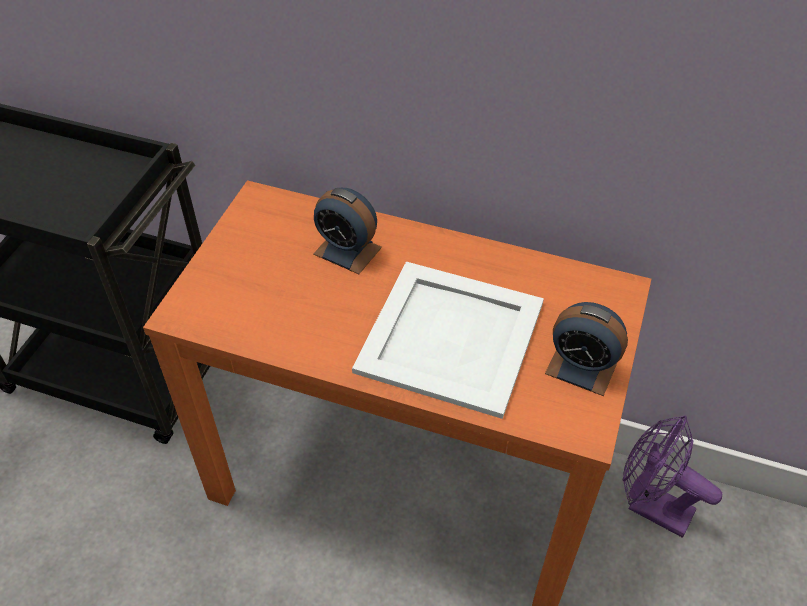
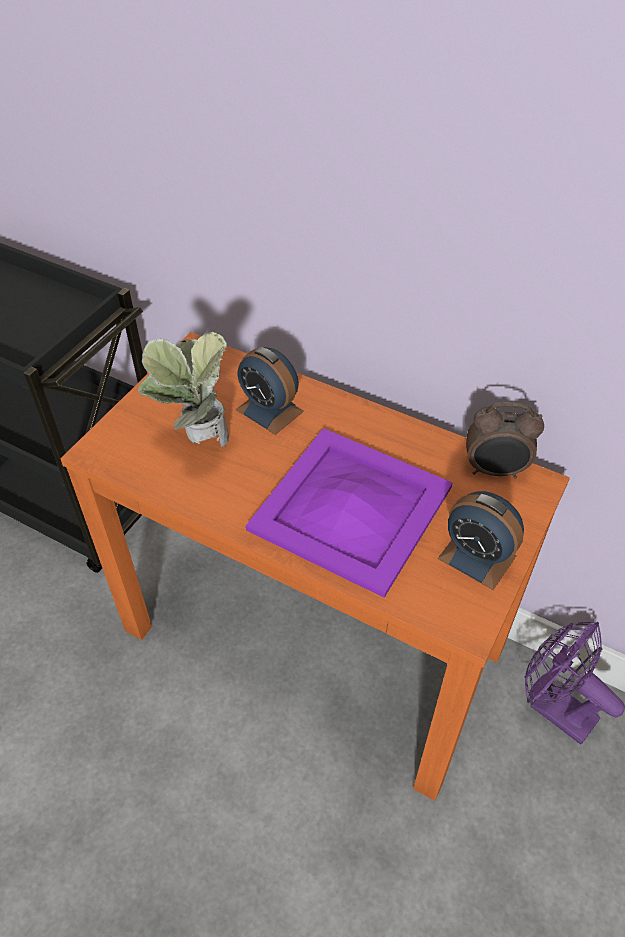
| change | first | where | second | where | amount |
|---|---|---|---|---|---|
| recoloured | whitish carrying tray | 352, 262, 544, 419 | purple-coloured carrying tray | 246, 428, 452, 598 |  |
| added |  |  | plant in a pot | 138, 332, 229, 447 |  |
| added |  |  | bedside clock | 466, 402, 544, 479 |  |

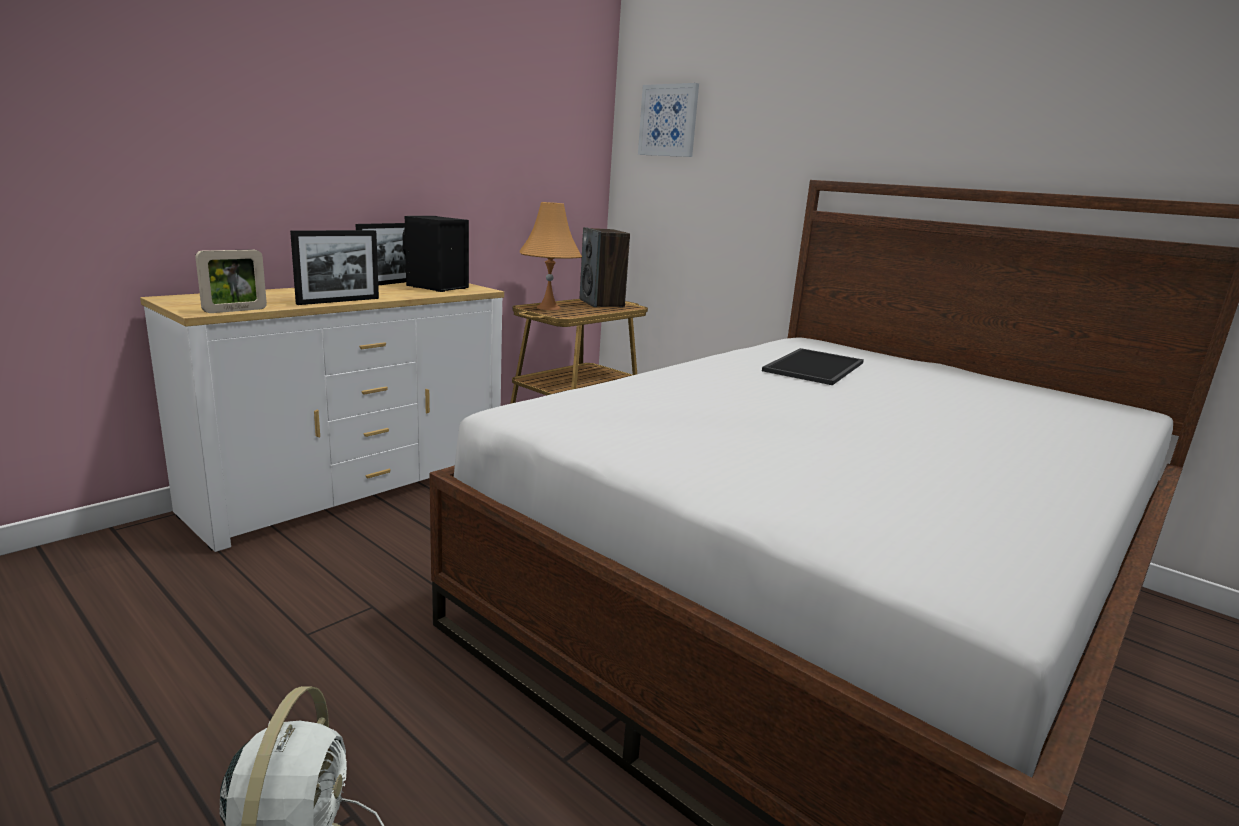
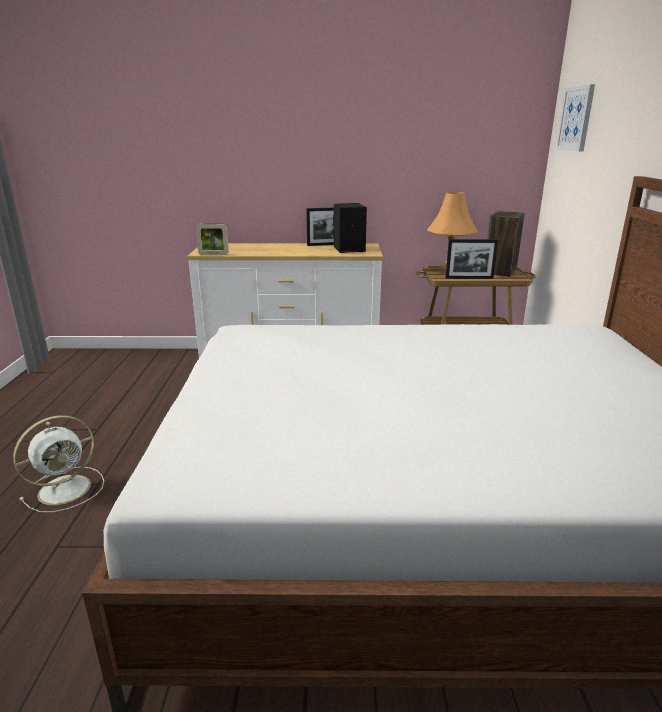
| change | first | where | second | where | amount |
|---|---|---|---|---|---|
| moved | standing frame | 290, 230, 379, 305 |  | 445, 239, 498, 279 |  |
| removed | carrying tray | 762, 348, 864, 385 |  |  |  |

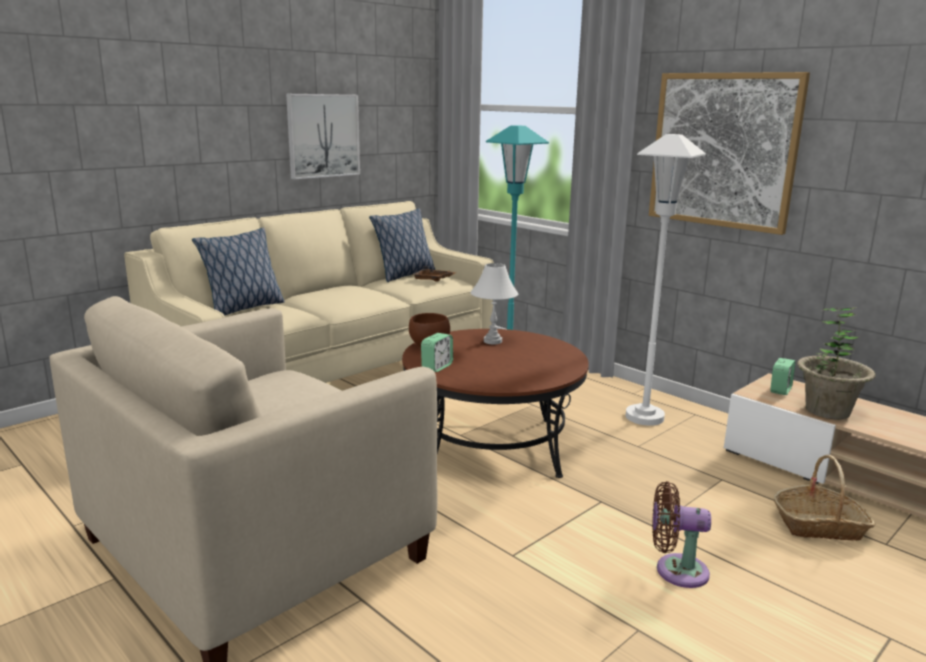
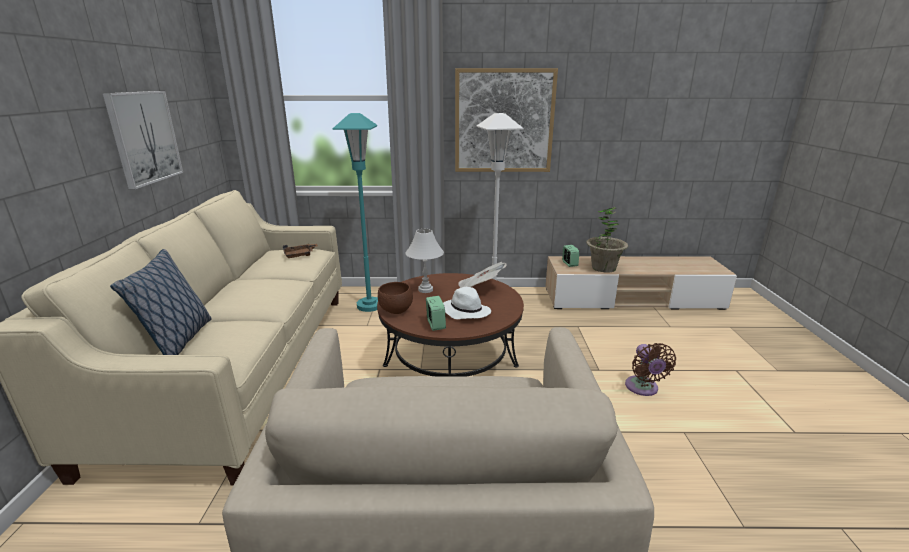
| change | first | where | second | where | amount |
|---|---|---|---|---|---|
| removed | throw pillow | 369, 208, 435, 282 |  |  |  |
| removed | basket | 774, 455, 876, 541 |  |  |  |
| turned | brown fan | 652, 481, 711, 588 |  | 625, 343, 676, 396 | 60 degrees counterclockwise |
| added |  |  | daily paper | 458, 262, 506, 288 |  |
| added |  |  | whitish wearable hat | 443, 287, 491, 319 |  |

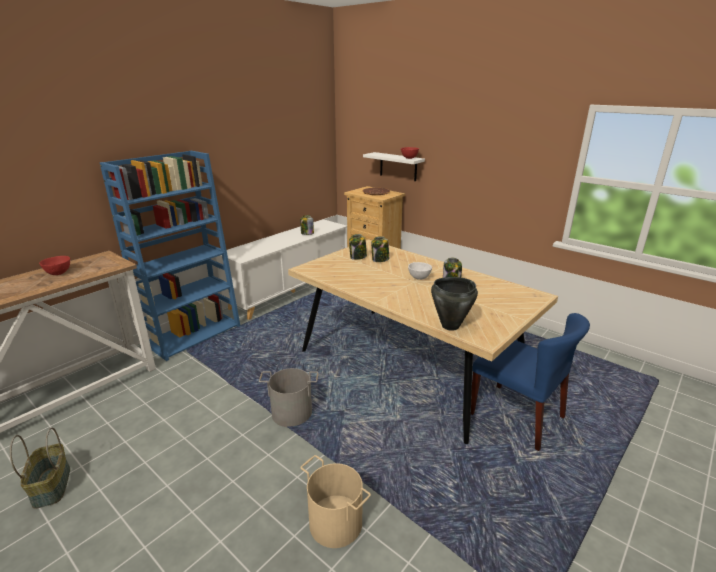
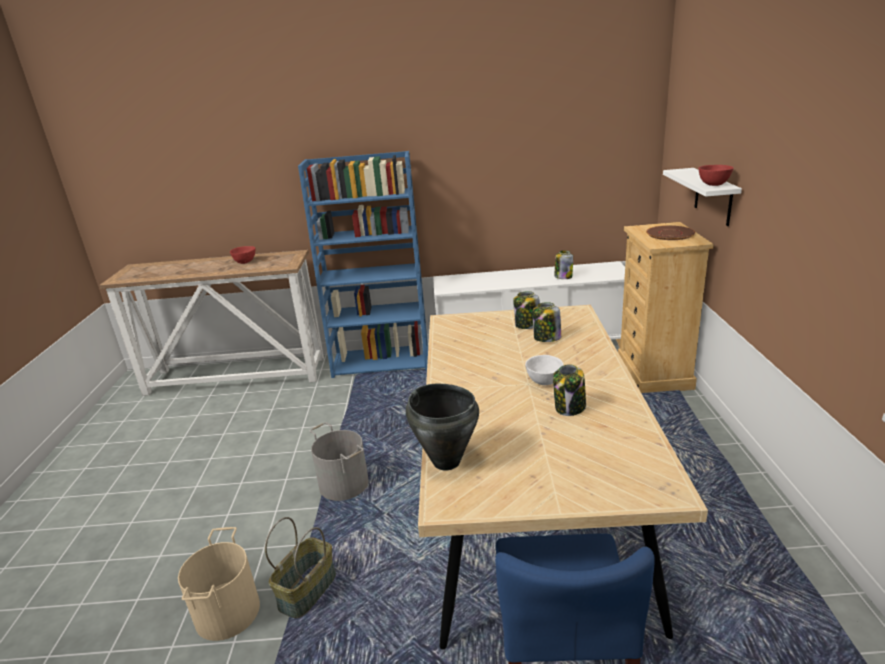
| change | first | where | second | where | amount |
|---|---|---|---|---|---|
| moved | basket | 10, 427, 70, 509 |  | 265, 517, 336, 618 |  |

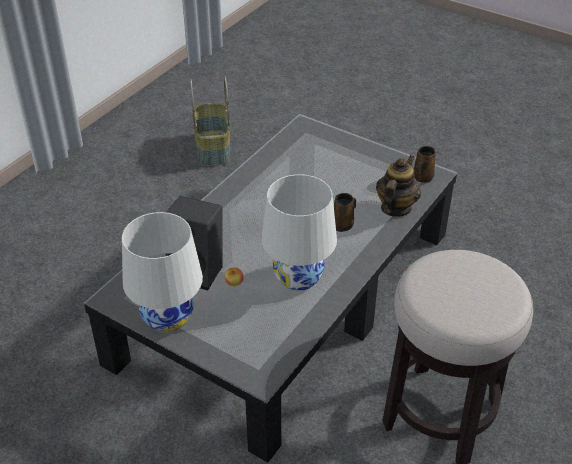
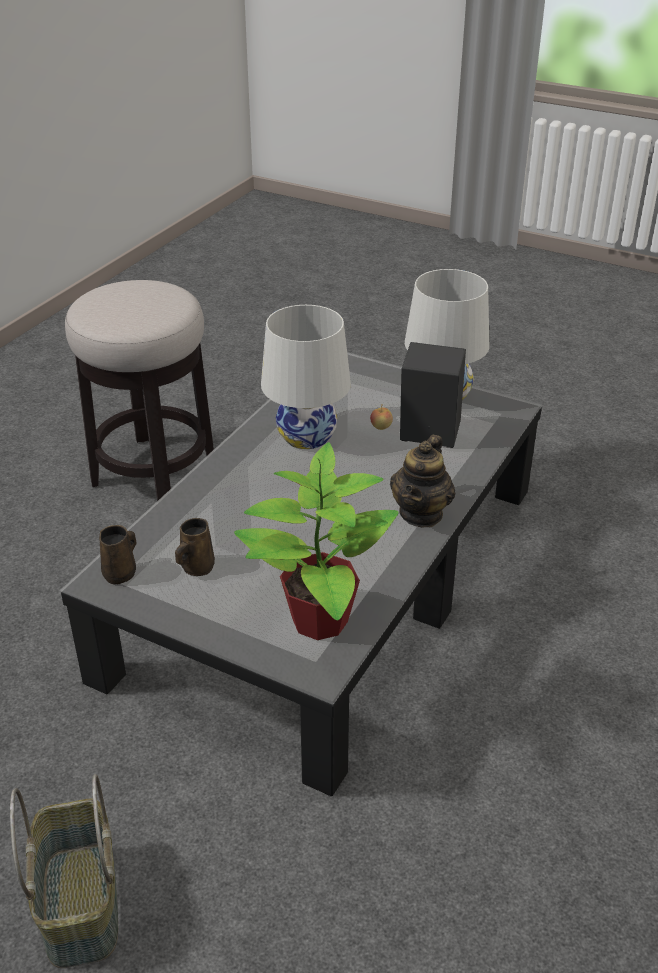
| change | first | where | second | where | amount |
|---|---|---|---|---|---|
| moved | basket | 190, 76, 231, 166 |  | 10, 774, 118, 968 |  |
| moved | pot for tea | 376, 155, 421, 217 |  | 390, 435, 455, 527 |  |
| moved | brown tea mug | 334, 193, 356, 232 |  | 175, 518, 215, 576 |  |
| added |  |  | plant in a pot | 234, 442, 399, 640 |  |

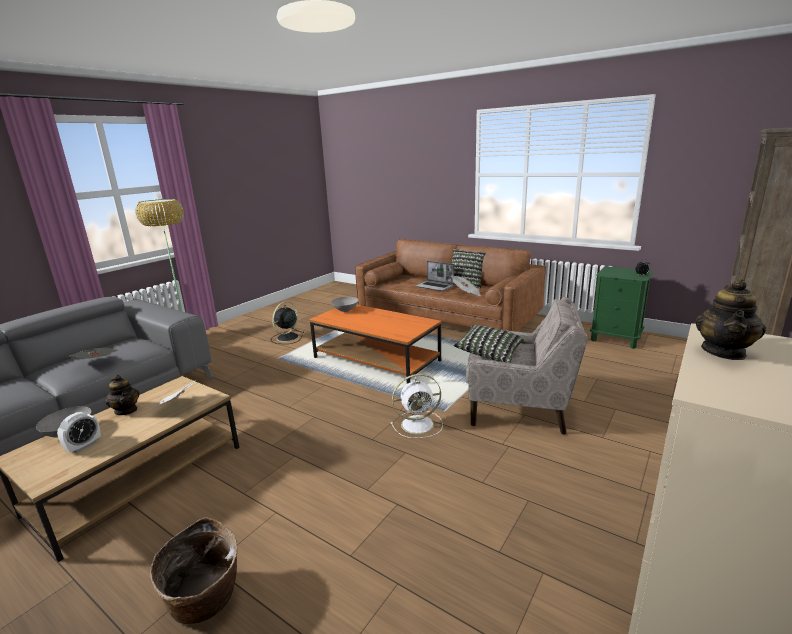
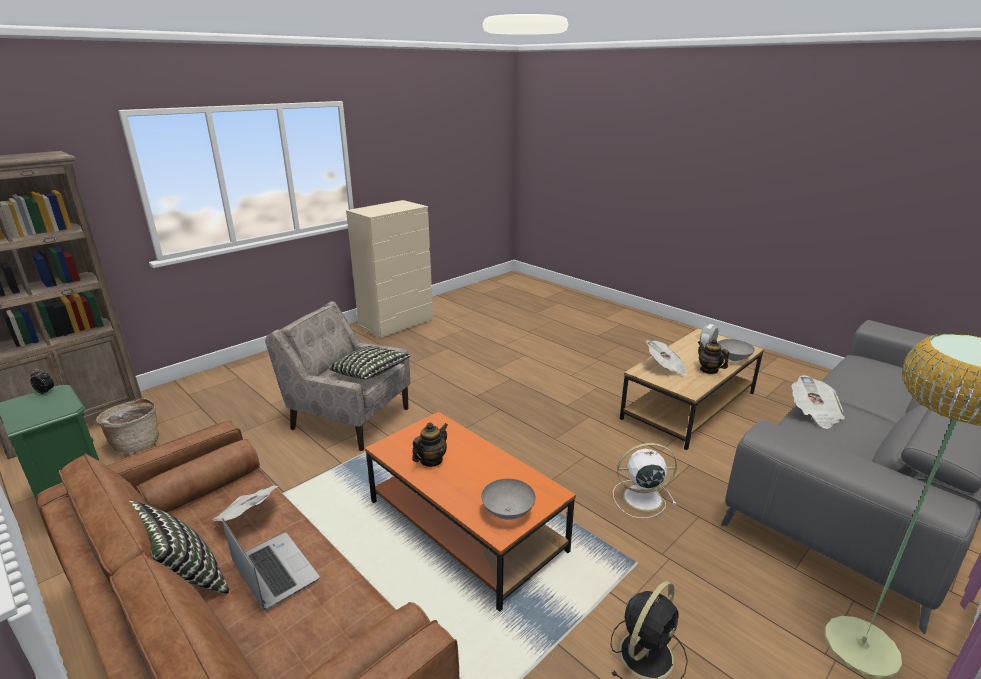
| change | first | where | second | where | amount |
|---|---|---|---|---|---|
| moved | pot for tea | 695, 279, 766, 360 |  | 412, 423, 448, 467 |  |
| moved | whitish fan | 391, 374, 443, 439 |  | 613, 443, 677, 519 |  |
| moved | basket | 150, 517, 237, 624 |  | 96, 397, 159, 453 |  |

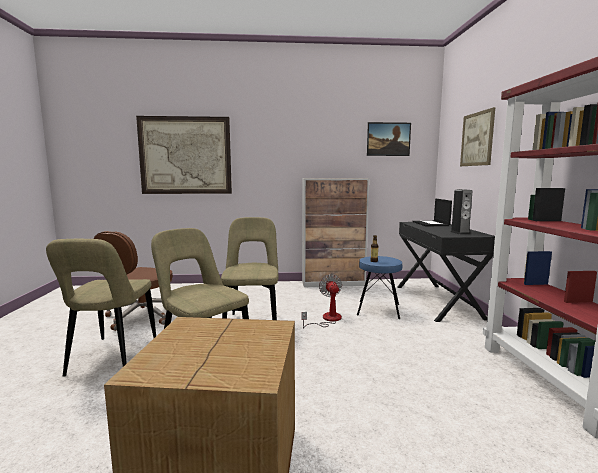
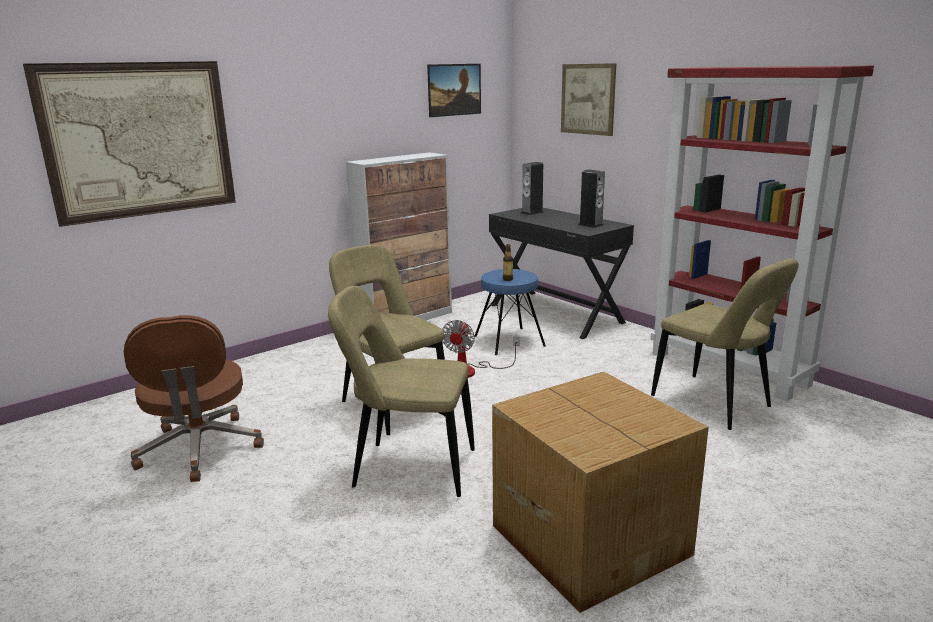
| change | first | where | second | where | amount |
|---|---|---|---|---|---|
| replaced | laptop | 412, 199, 452, 226 | loudspeaker | 521, 162, 544, 215 |  |
| moved | beige plain chair | 46, 239, 156, 377 |  | 651, 258, 799, 430 |  |
| turned | fan | 301, 274, 342, 329 |  | 442, 320, 520, 378 | 120 degrees counterclockwise |

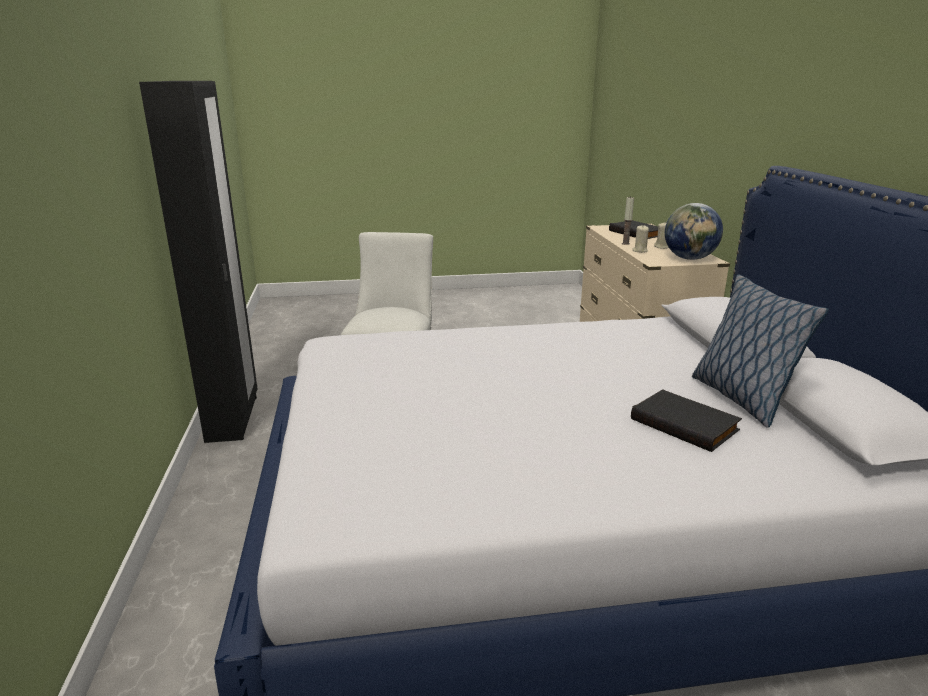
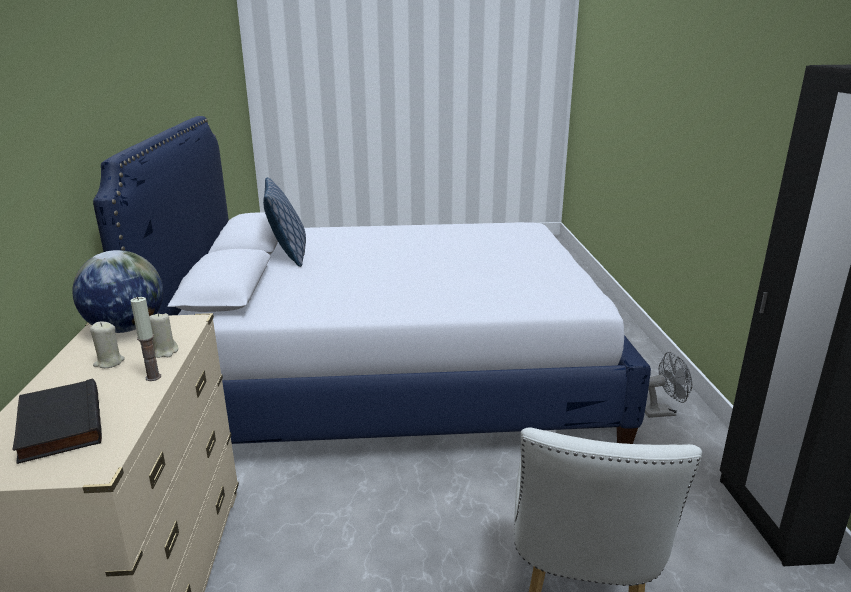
| change | first | where | second | where | amount |
|---|---|---|---|---|---|
| removed | black-coloured book | 631, 389, 742, 452 |  |  |  |
| added |  |  | greyish fan | 645, 352, 692, 418 |  |

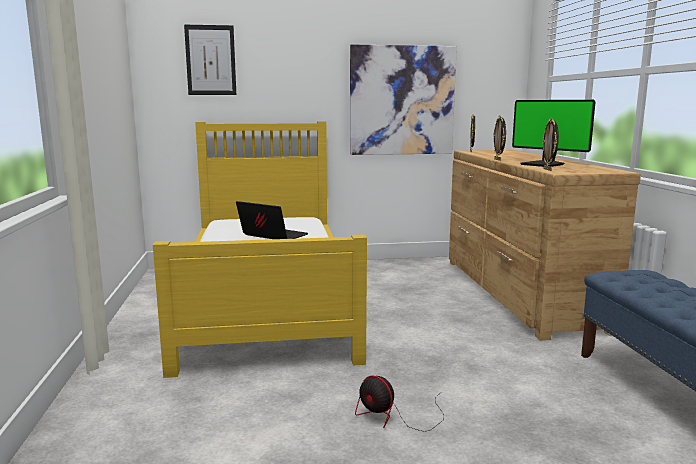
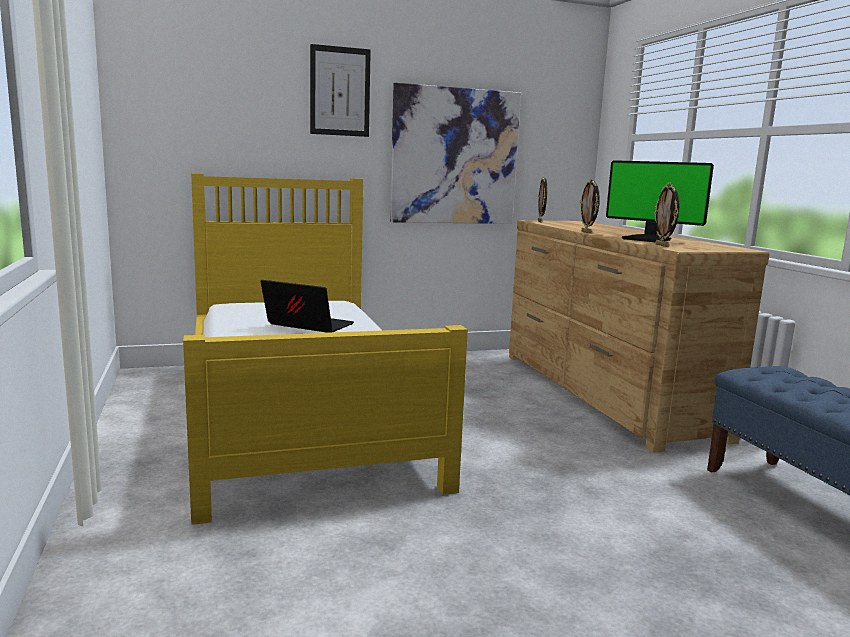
| change | first | where | second | where | amount |
|---|---|---|---|---|---|
| moved | wall art | 184, 25, 236, 95 |  | 310, 44, 371, 137 |  |
| removed | fan | 355, 376, 444, 432 |  |  |  |

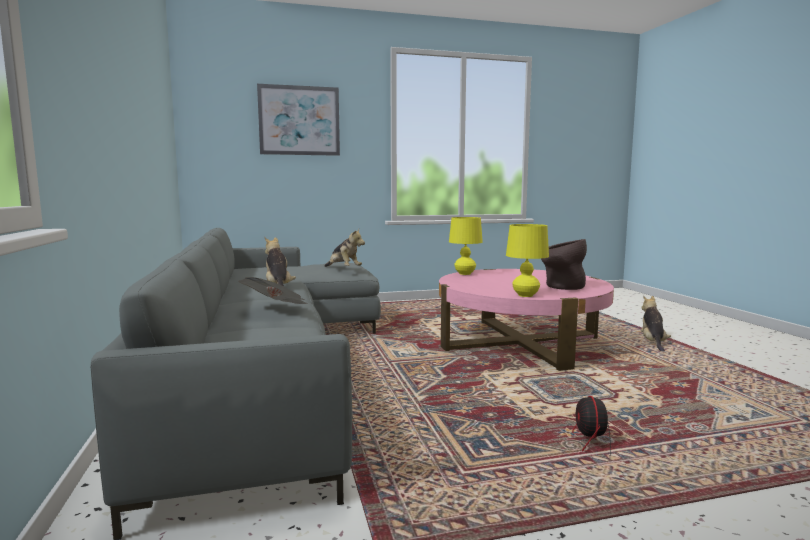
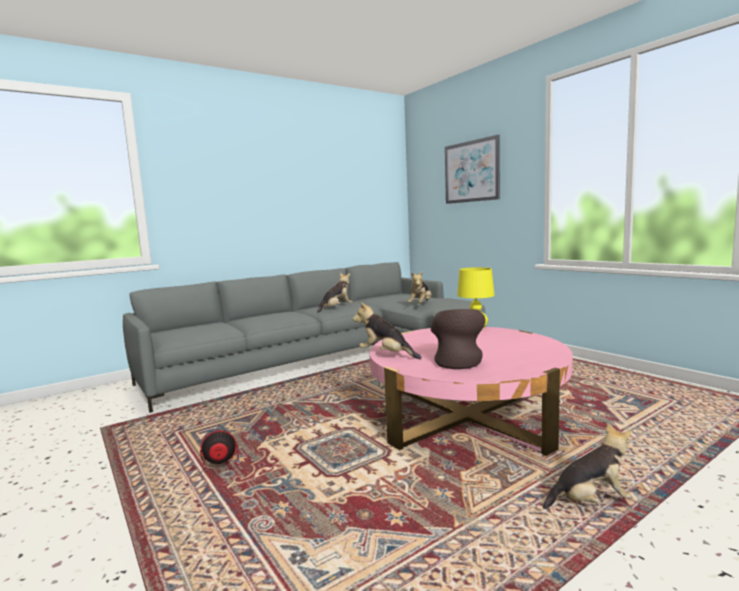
| change | first | where | second | where | amount |
|---|---|---|---|---|---|
| replaced | yellow-coloured table lamp | 506, 224, 549, 297 | plush toy | 353, 302, 422, 359 |  |
| removed | daily paper | 238, 277, 308, 304 |  |  |  |

